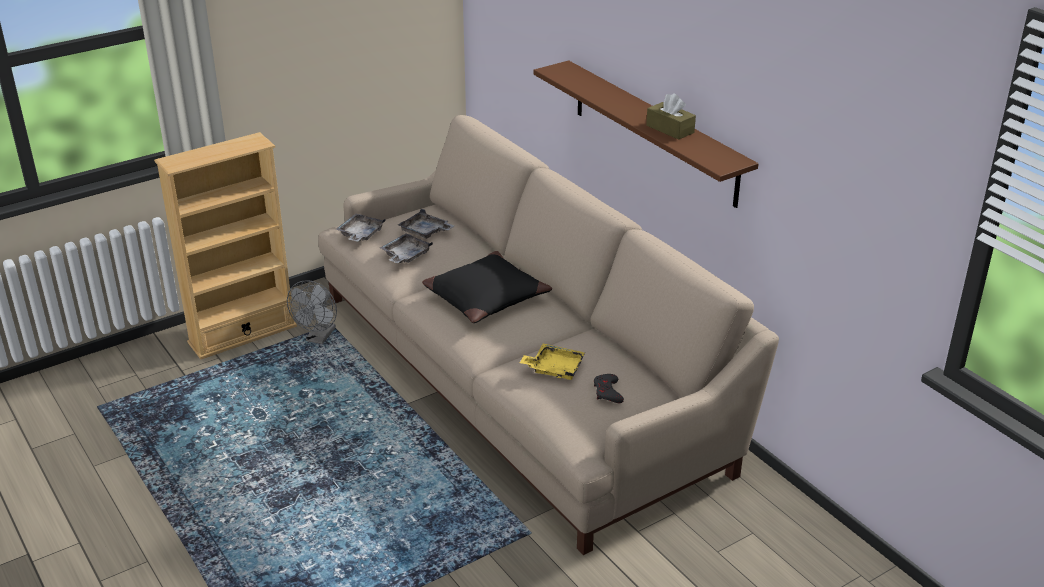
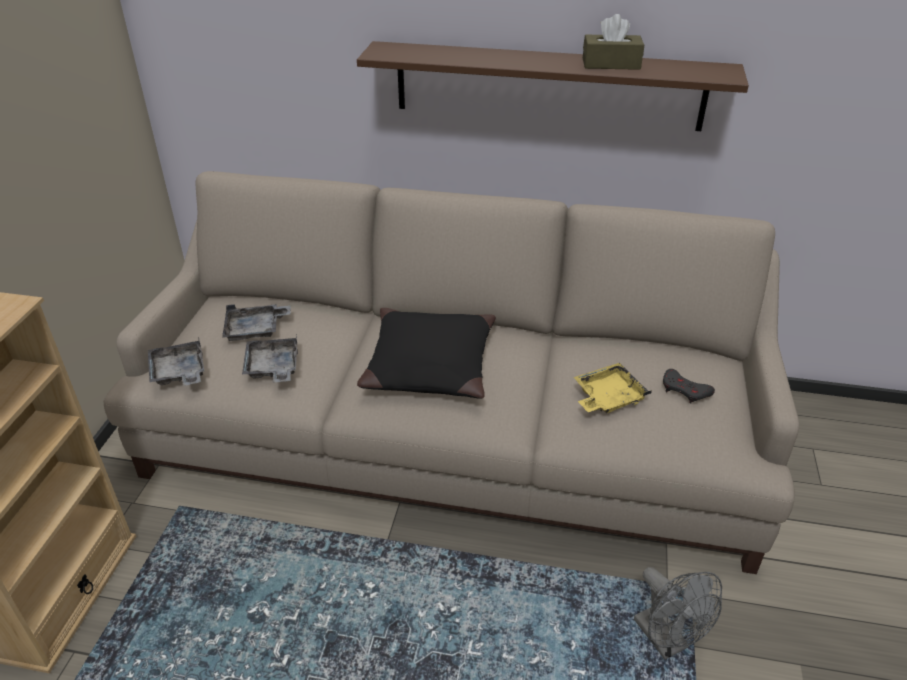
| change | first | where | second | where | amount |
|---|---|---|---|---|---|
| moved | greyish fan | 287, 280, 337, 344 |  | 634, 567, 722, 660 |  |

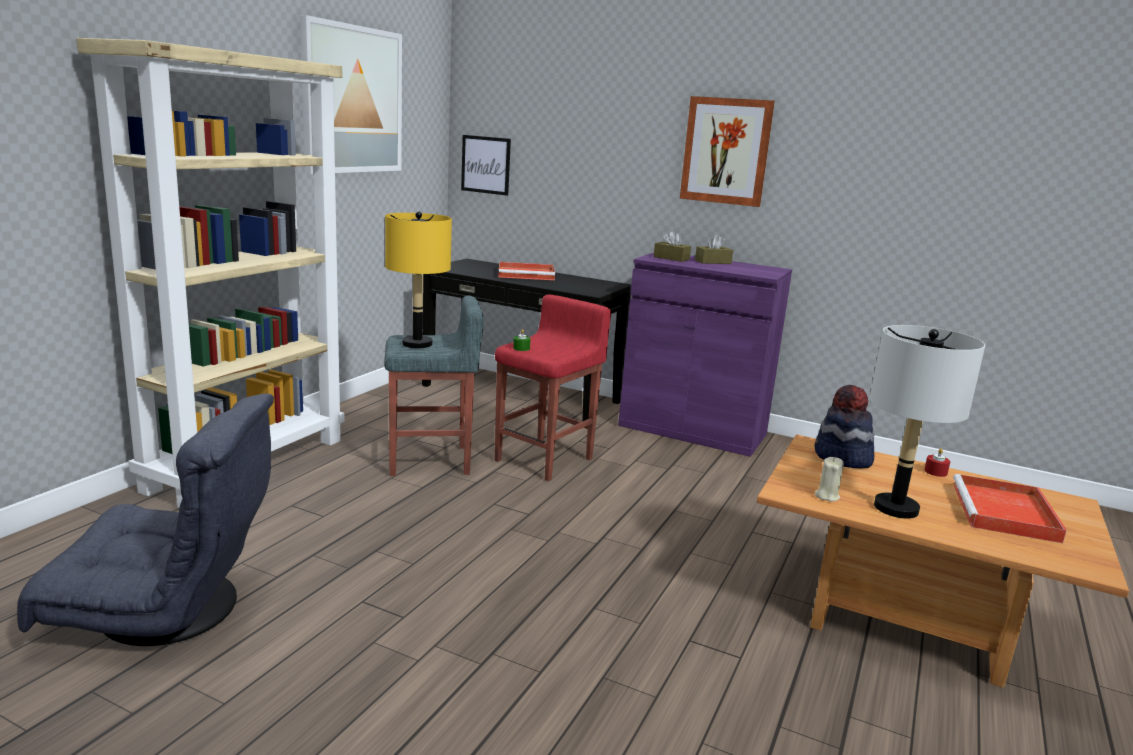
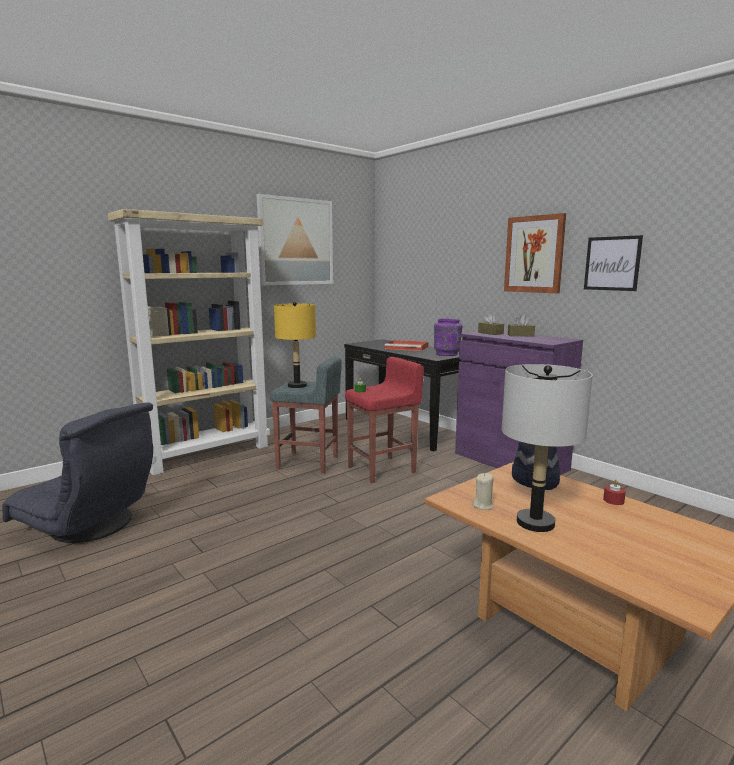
| change | first | where | second | where | amount |
|---|---|---|---|---|---|
| moved | wall art | 461, 135, 511, 196 |  | 584, 235, 643, 291 |  |
| removed | red carrying tray | 953, 474, 1067, 543 |  |  |  |
| added |  |  | purple-coloured decorative vase | 434, 319, 463, 356 |  |

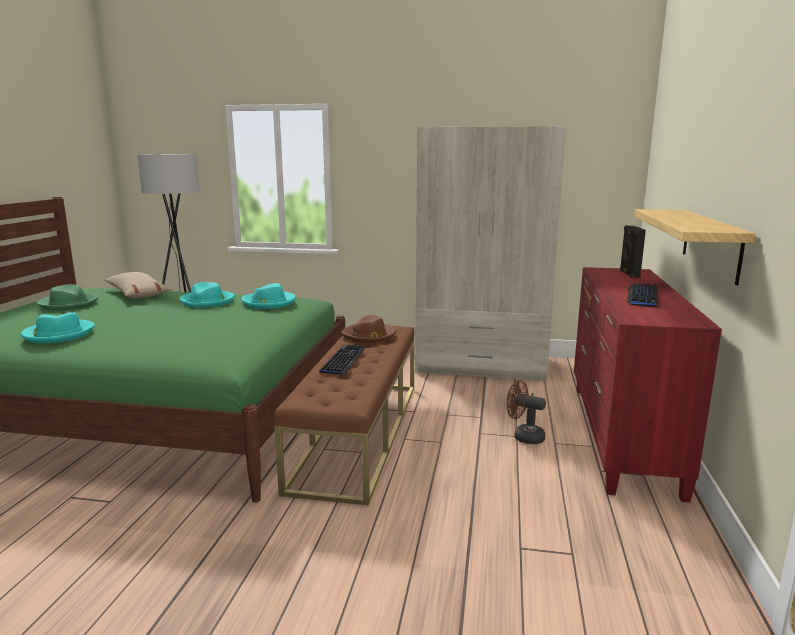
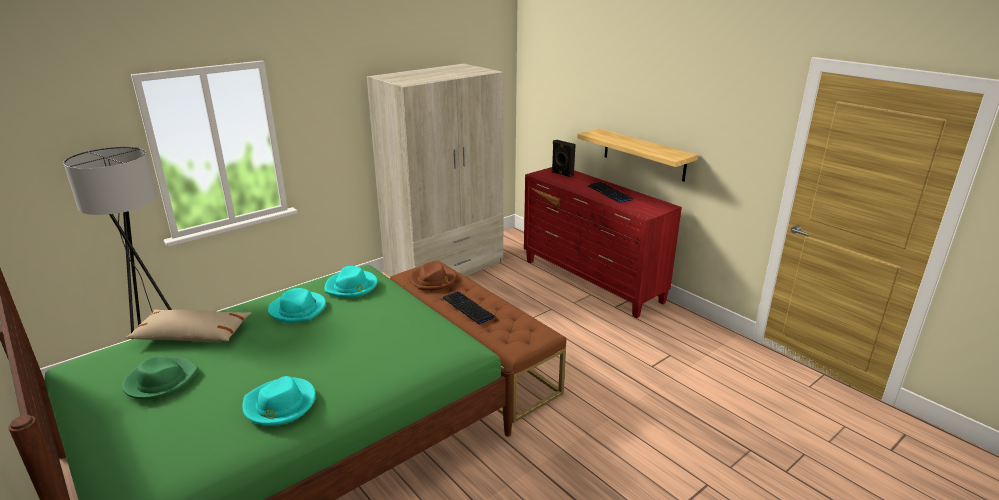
| change | first | where | second | where | amount |
|---|---|---|---|---|---|
| removed | brown fan | 506, 380, 546, 445 |  |  |  |

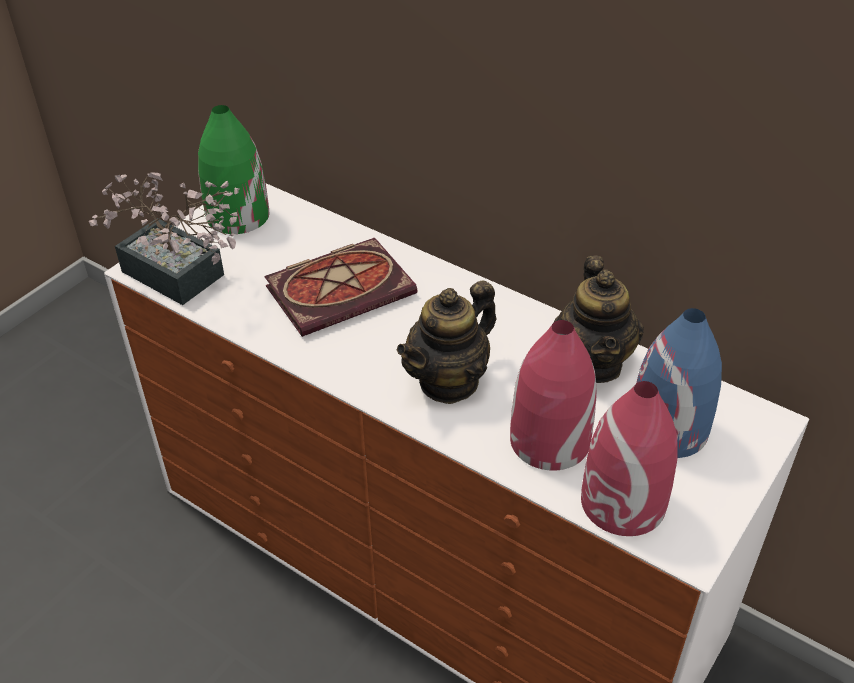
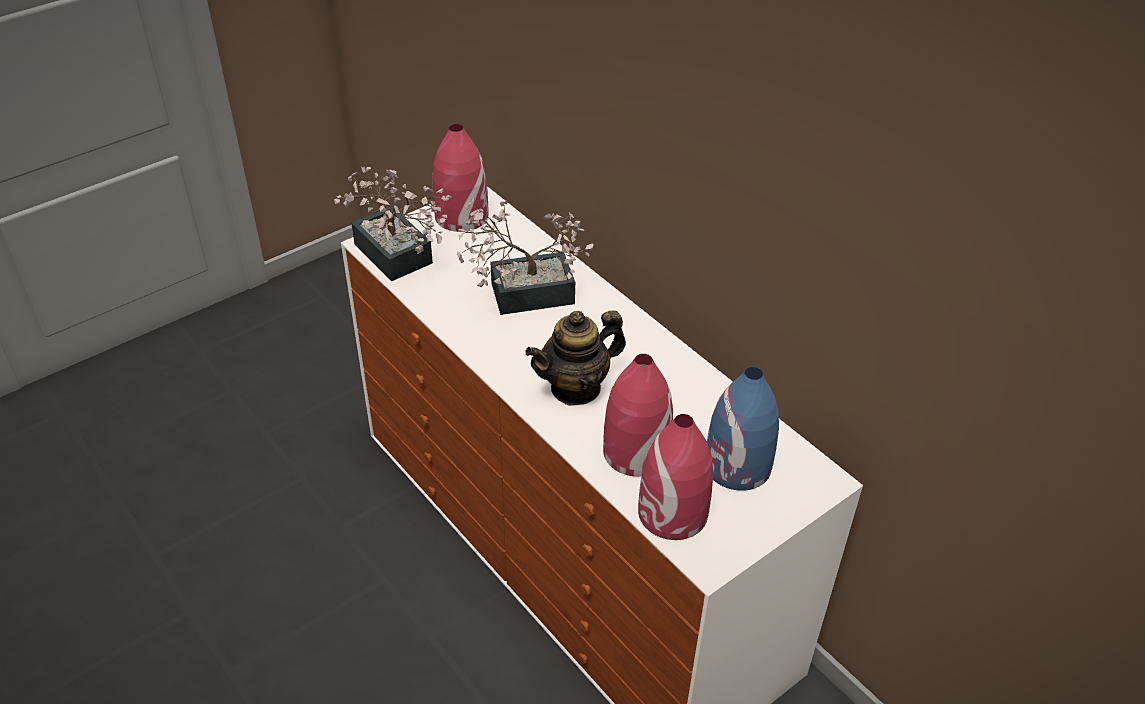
| change | first | where | second | where | amount |
|---|---|---|---|---|---|
| recoloured | green decorative vase | 198, 105, 269, 234 | red decorative vase | 432, 124, 488, 232 |  |
| replaced | book | 264, 238, 417, 337 | plant in a pot | 457, 197, 594, 315 |  |
| removed | pot for tea | 554, 256, 644, 383 |  |  |  |

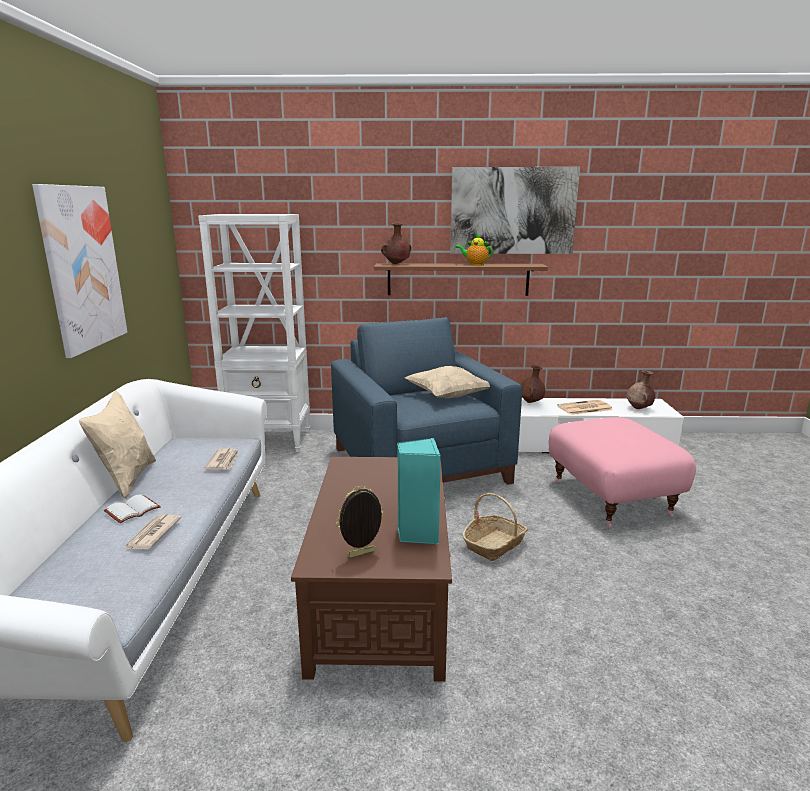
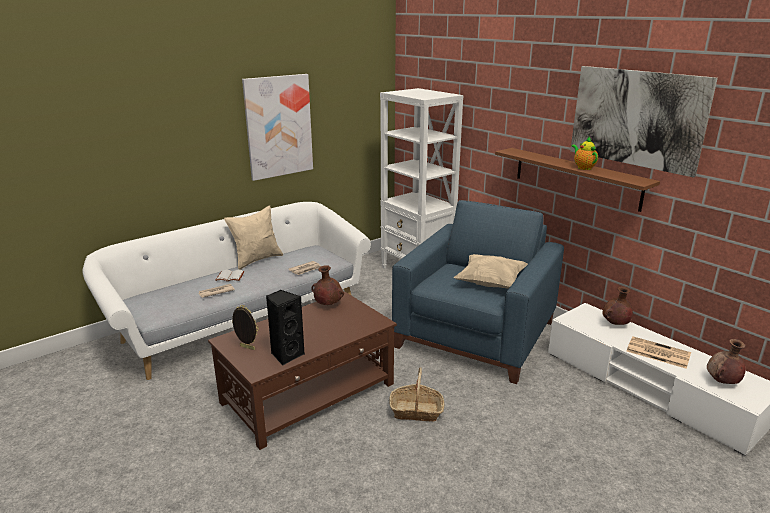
| change | first | where | second | where | amount |
|---|---|---|---|---|---|
| moved | brown decorative vase | 381, 222, 412, 264 |  | 311, 265, 344, 305 |  |
| removed | pink ottoman | 548, 417, 696, 527 |  |  |  |
| recoloured | turquoise loudspeaker | 397, 438, 441, 544 | black-coloured loudspeaker | 266, 290, 305, 365 |  |

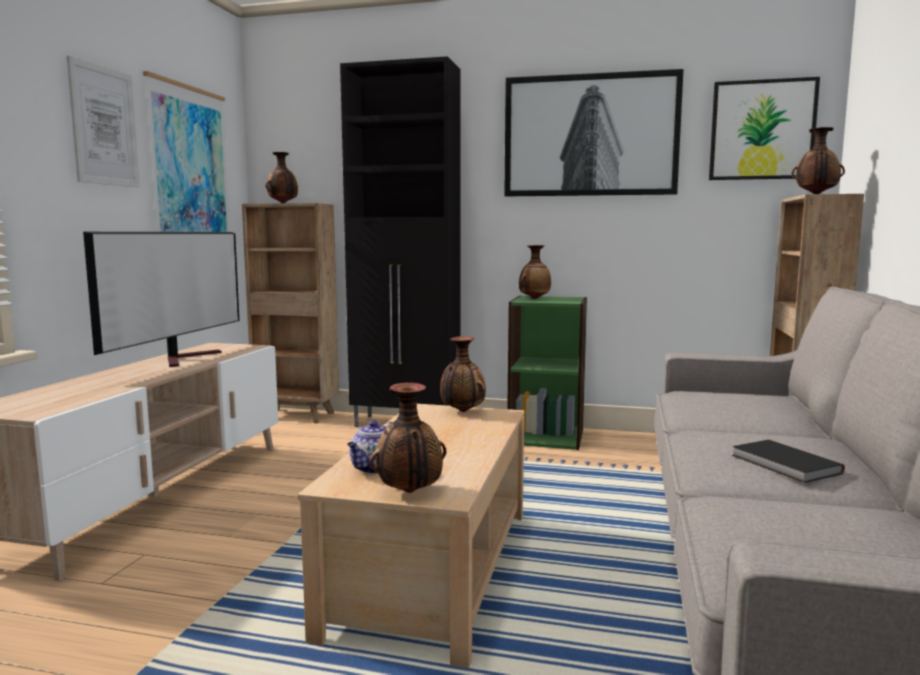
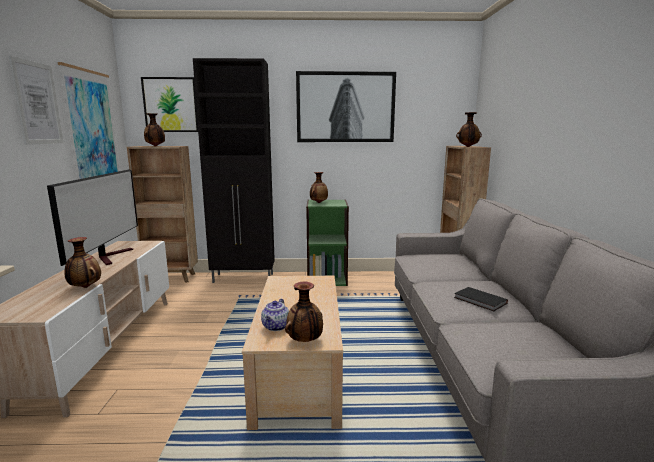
| change | first | where | second | where | amount |
|---|---|---|---|---|---|
| moved | wall art | 709, 77, 820, 180 |  | 141, 77, 198, 132 |  |
| moved | decorative vase | 440, 336, 486, 412 |  | 64, 237, 101, 288 |  |

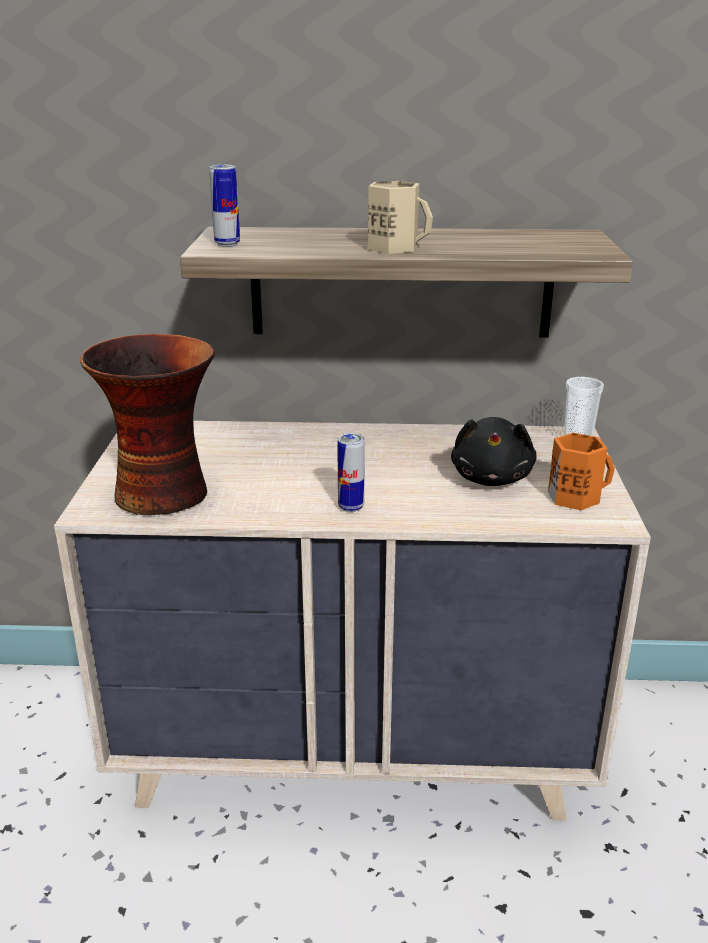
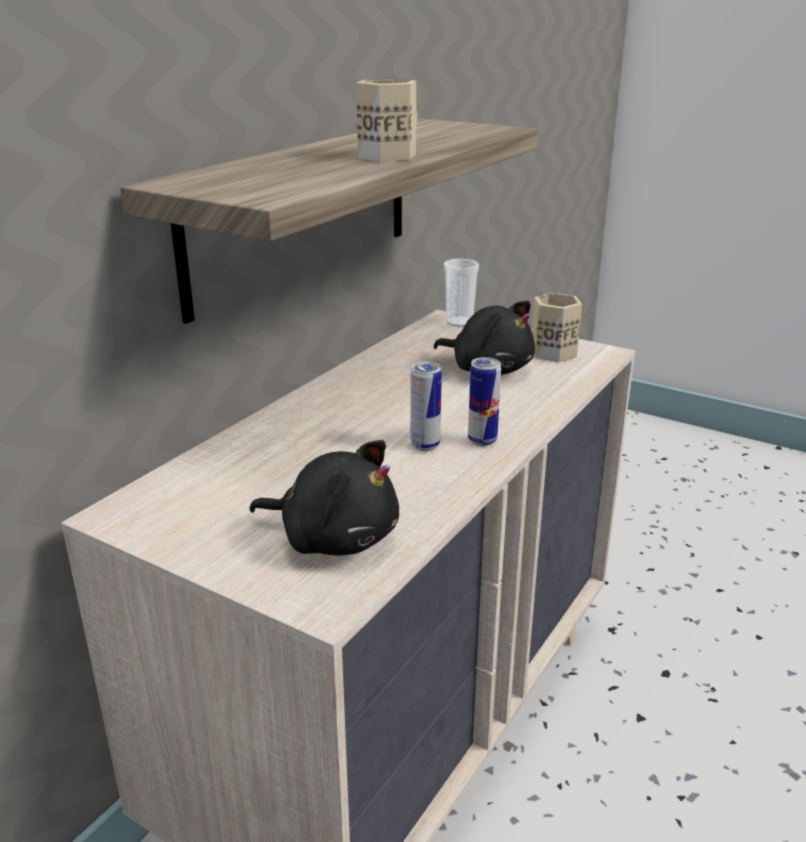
| change | first | where | second | where | amount |
|---|---|---|---|---|---|
| moved | sealed can | 209, 165, 240, 246 |  | 411, 361, 442, 451 |  |
| replaced | decorative vase | 80, 334, 215, 515 | black-coloured plush toy | 249, 440, 399, 556 |  |
| recoloured | orangey tea mug | 548, 433, 615, 510 | beige tea mug | 532, 293, 582, 362 |  |

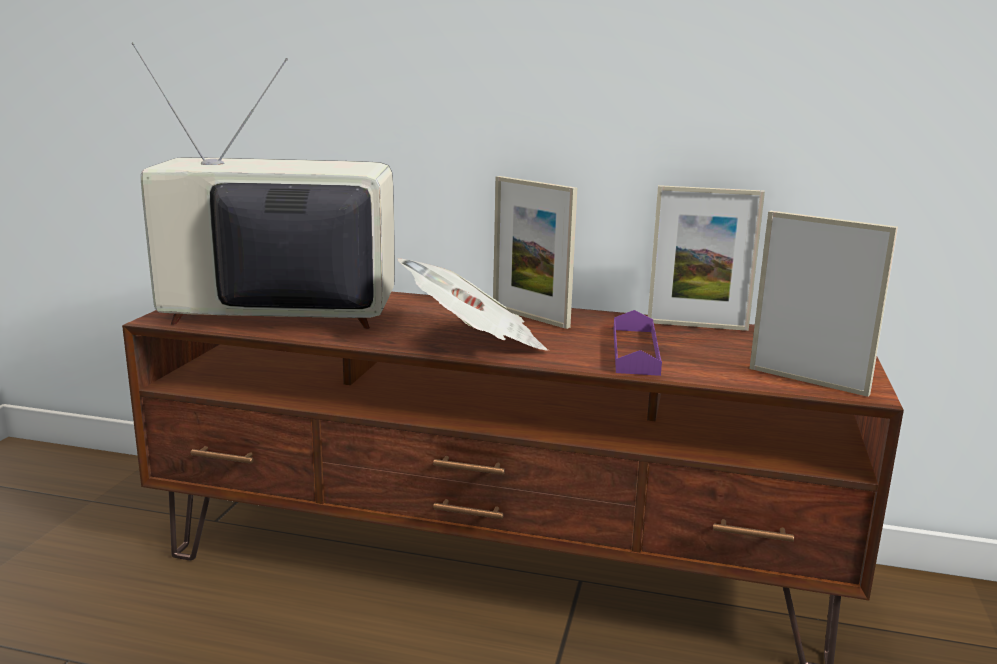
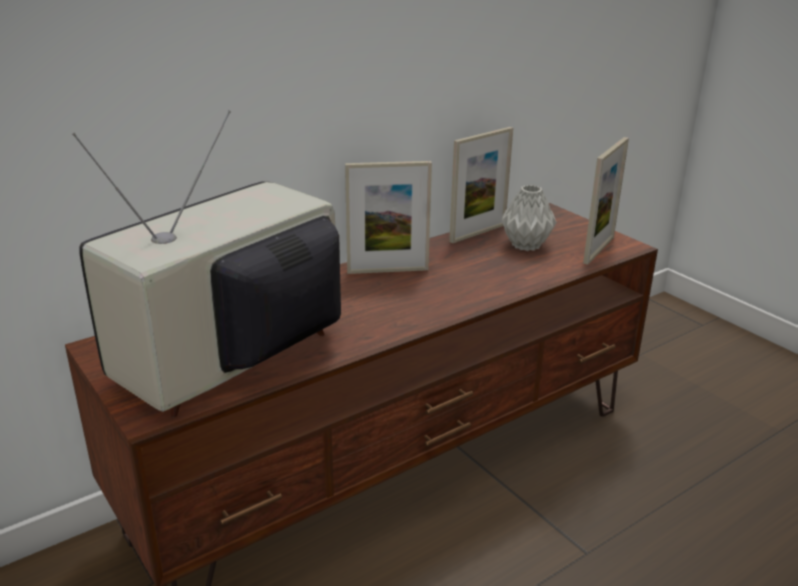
| change | first | where | second | where | amount |
|---|---|---|---|---|---|
| turned | standing frame | 749, 211, 898, 397 |  | 583, 137, 629, 265 | 135 degrees clockwise |
| removed | daily paper | 397, 258, 548, 351 |  |  |  |
| removed | purple-coloured carrying tray | 613, 310, 662, 376 |  |  |  |
| added |  |  | greyish decorative vase | 501, 185, 556, 251 |  |

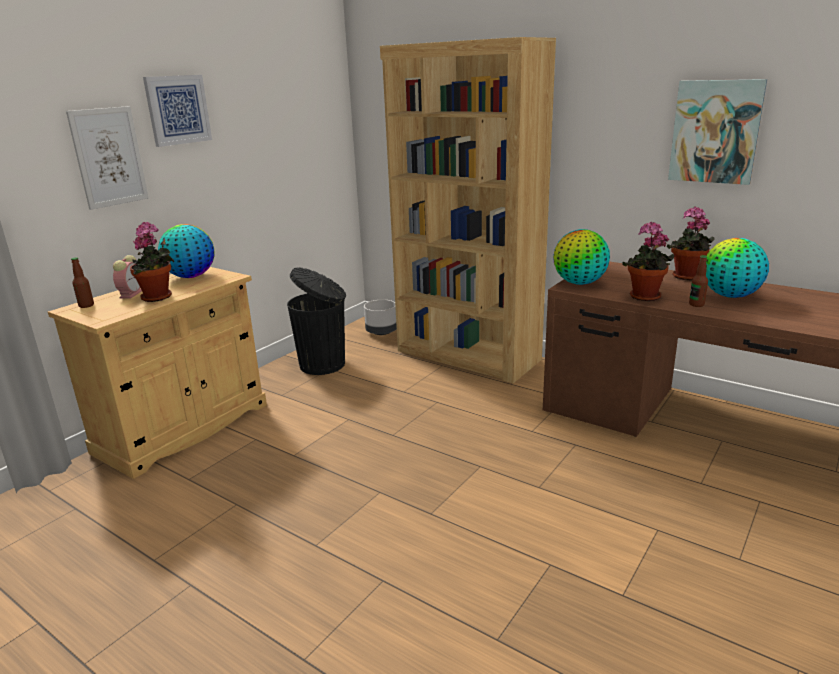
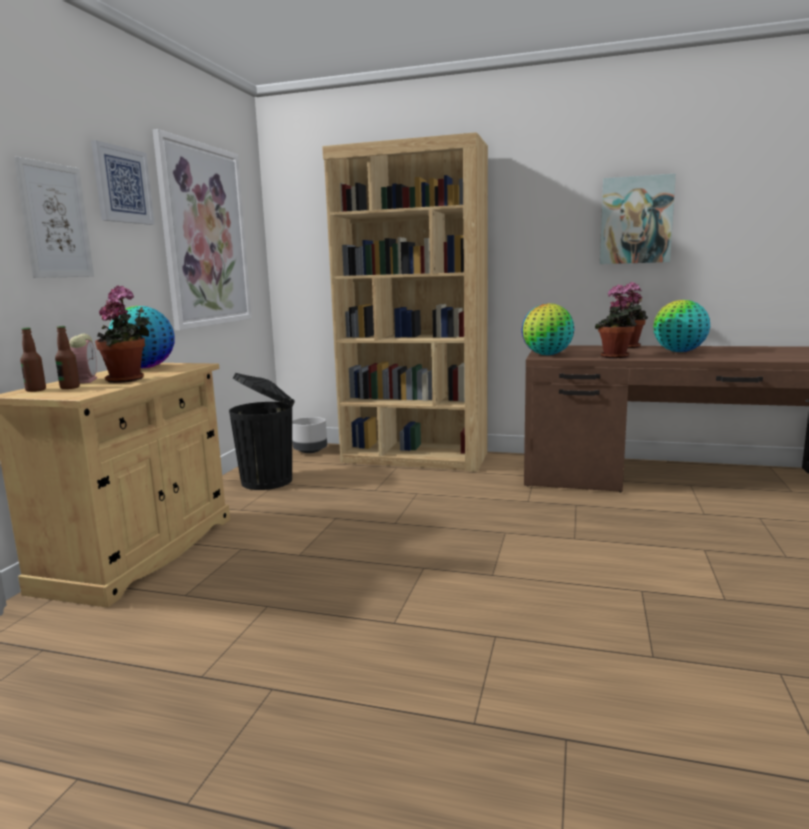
| change | first | where | second | where | amount |
|---|---|---|---|---|---|
| moved | drink bottle | 689, 255, 708, 307 |  | 55, 326, 80, 389 |  |
| added |  |  | wall art | 152, 129, 252, 330 |  |

